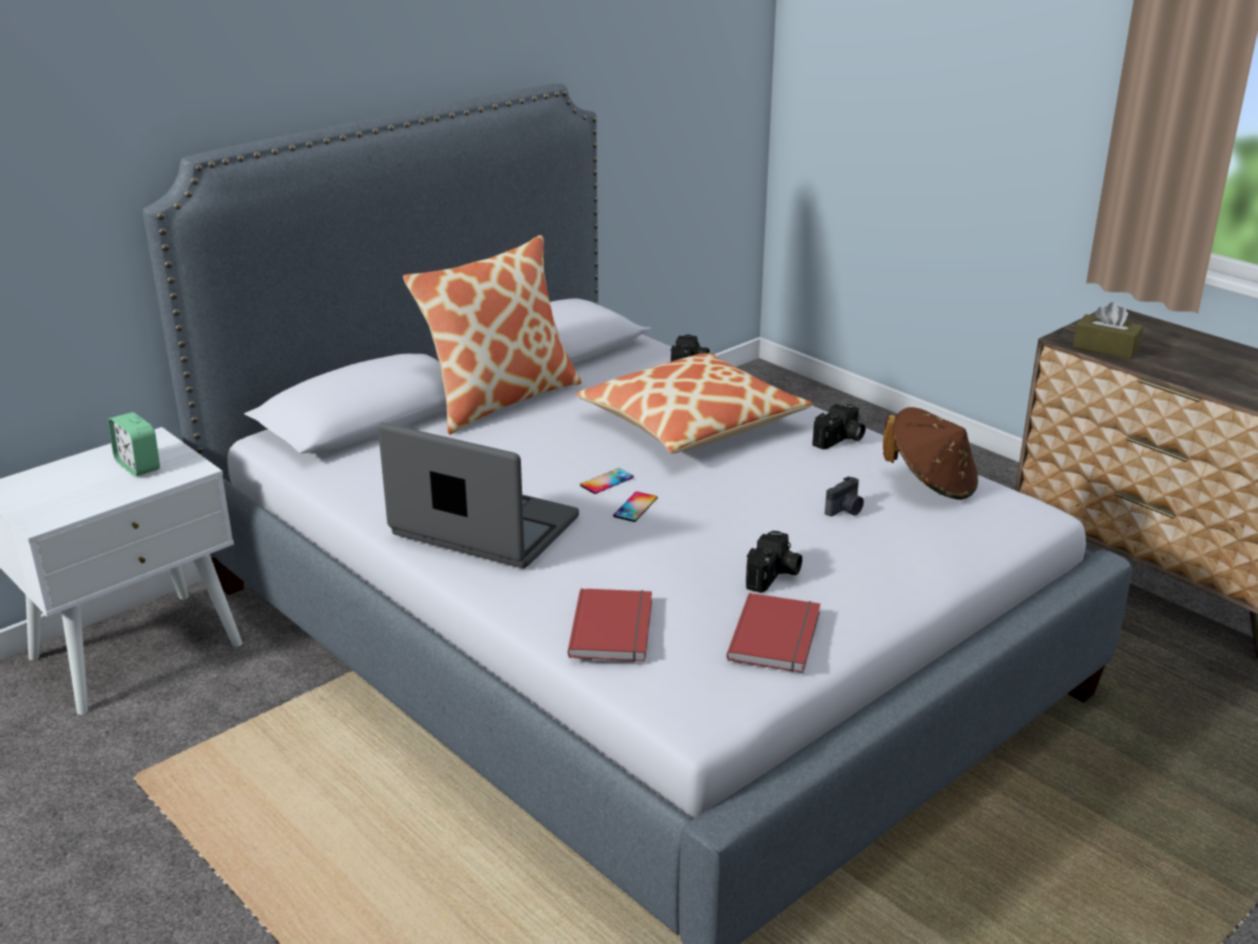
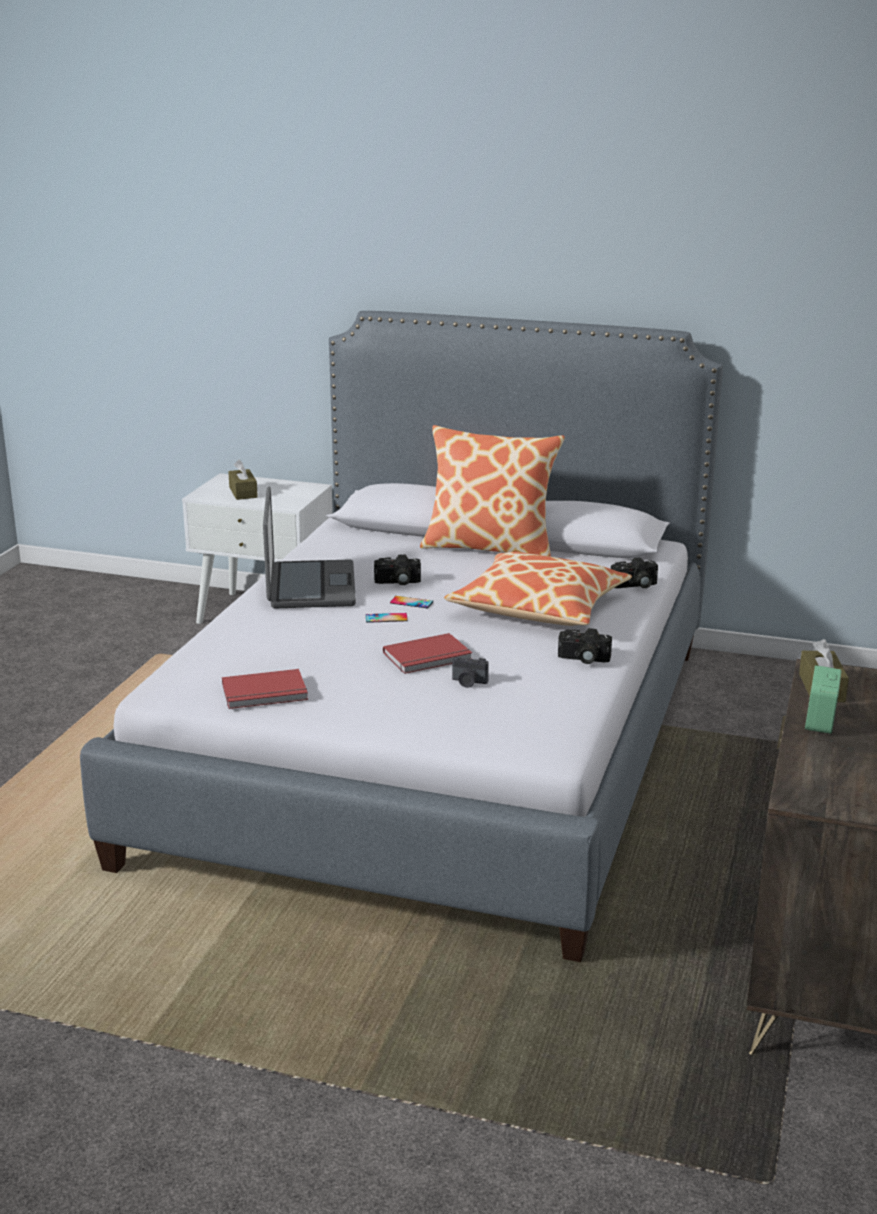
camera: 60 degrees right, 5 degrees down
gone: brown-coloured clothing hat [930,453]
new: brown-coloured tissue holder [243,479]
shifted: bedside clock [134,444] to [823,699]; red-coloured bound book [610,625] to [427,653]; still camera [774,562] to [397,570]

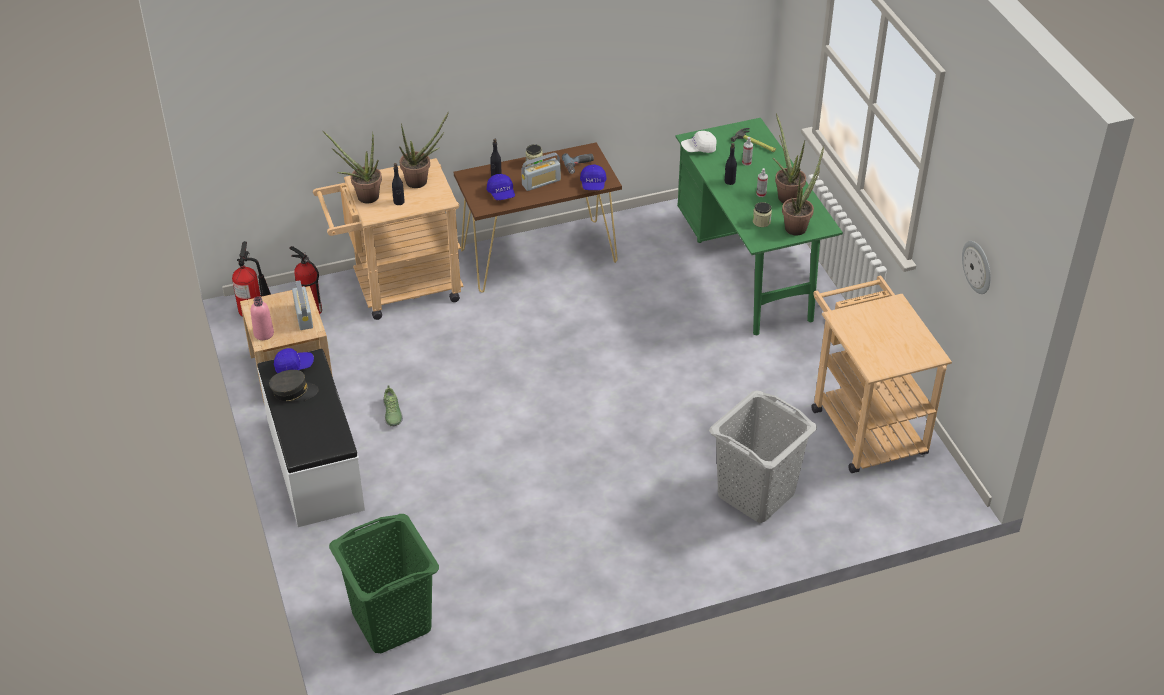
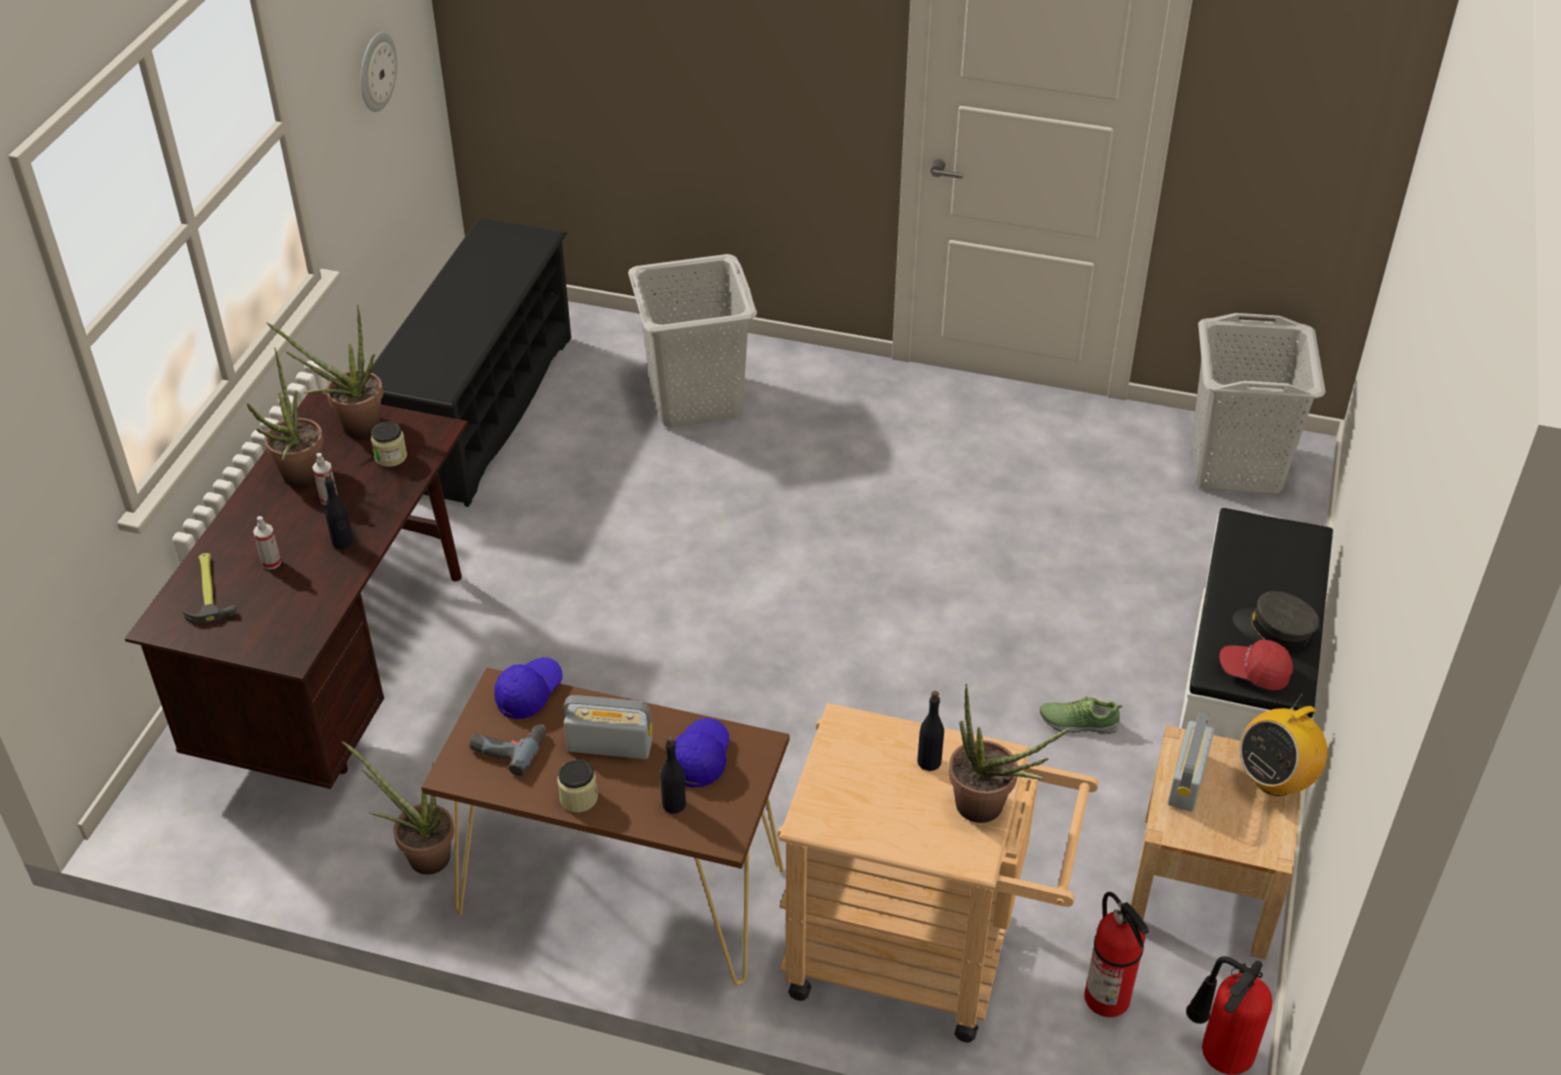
camera: 145 degrees left, 0 degrees up
gone: whitish baseball cap [698,142]
shifted: houseplant [424,149] to [398,808]
swapped: pinkish drink bottle [262,318] to radio set [1284,745]; beige-coloured trolley [881,374] to black shoe shelf [471,362]
repainted: blue baseball cap [294,360] to red-coloured baseball cap [1256,665]; greenish hamper [384,583] to grey hamper [1259,403]; greenish desk table [759,226] to brown-coloured desk table [296,591]
rotated: shoe [393,405] = [1081,715] 105 degrees counterclockwise

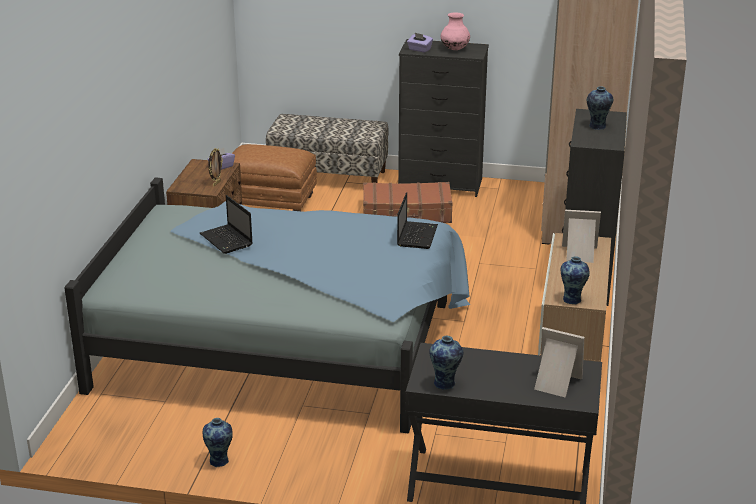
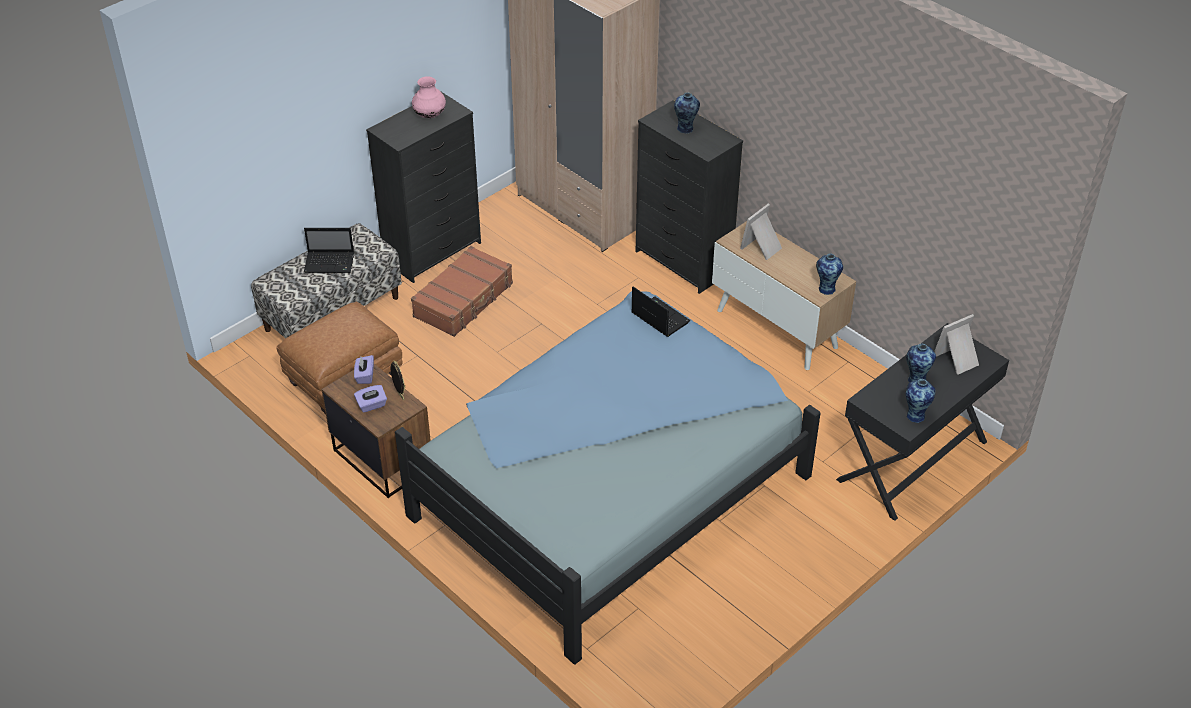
camera: 55 degrees left, 15 degrees up
shifted: portable computer [226,224] to [329,250]; decorative vase [218,442] to [921,363]; purple-coloured tissue holder [420,43] to [370,399]

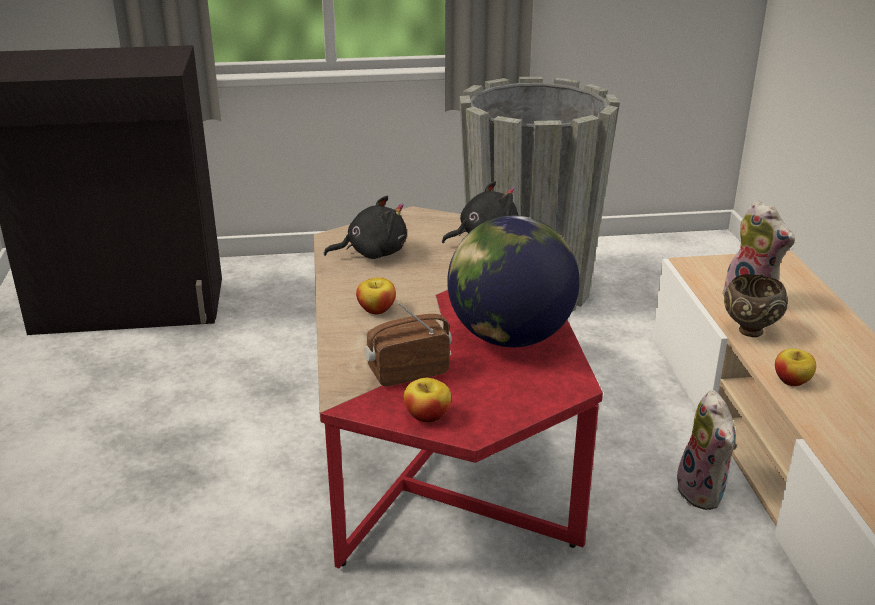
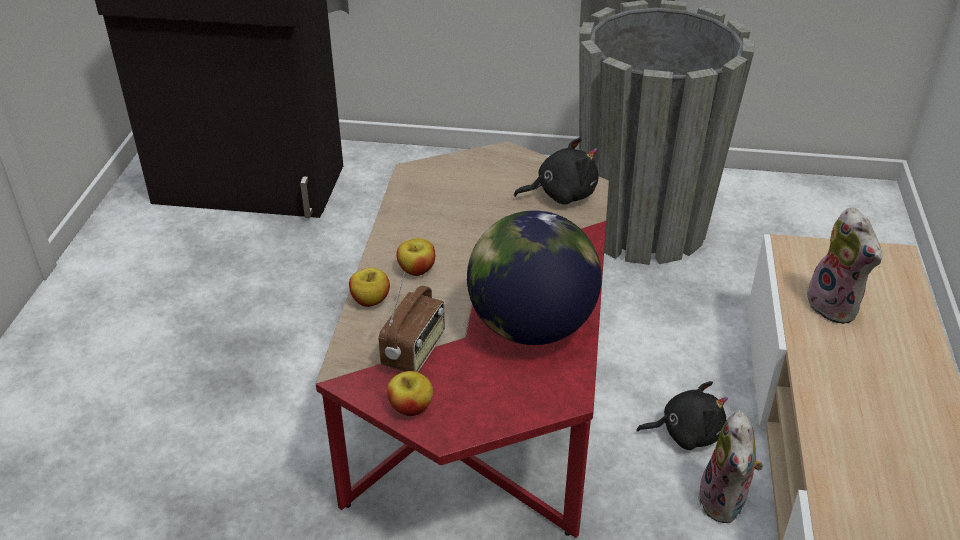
camera: 15 degrees right, 10 degrees up
gone: brown-coloured deep dish [756,305]
shifted: black soft toy [365,227] to [682,415]; apple [795,367] to [369,287]
rotated: radio set [408,344] = [412,322] 120 degrees clockwise

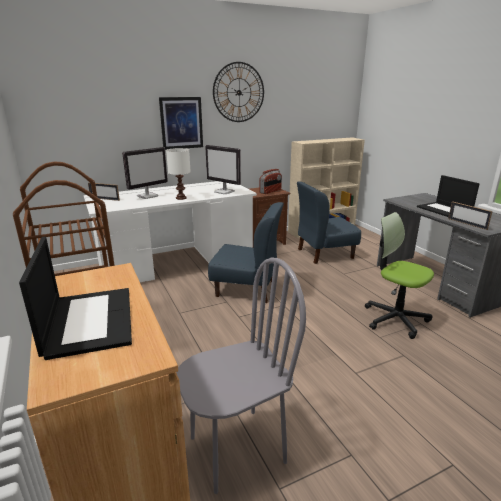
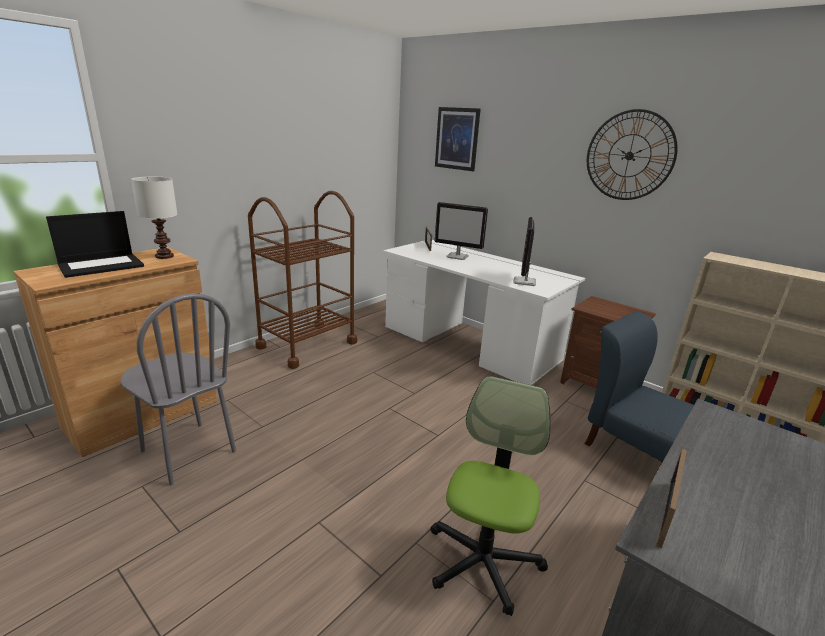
camera: 65 degrees right, 0 degrees up
gone: blue upright chair [246,252]; radio set [271,181]; portable computer [448,196]
shifted: wall art [181,123] to [458,139]; whitish lamp for a table [178,174] to [154,218]

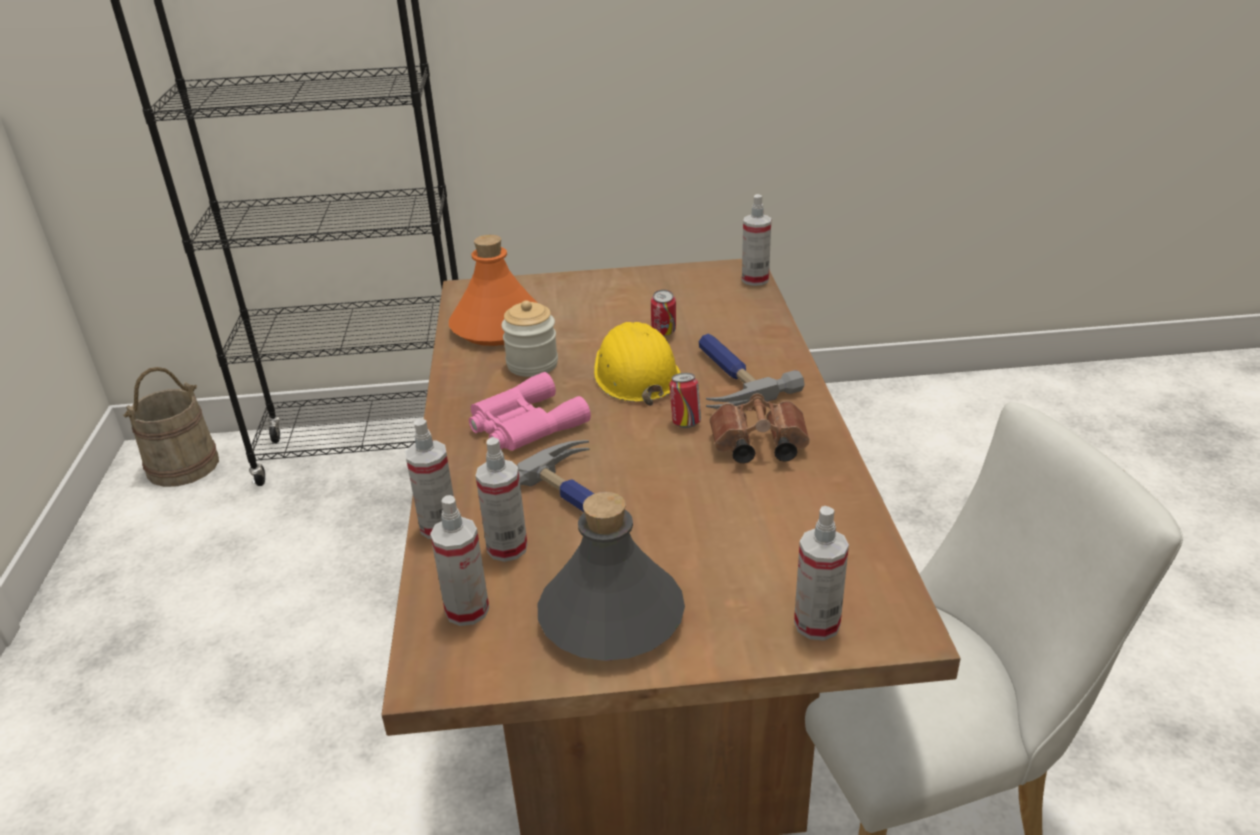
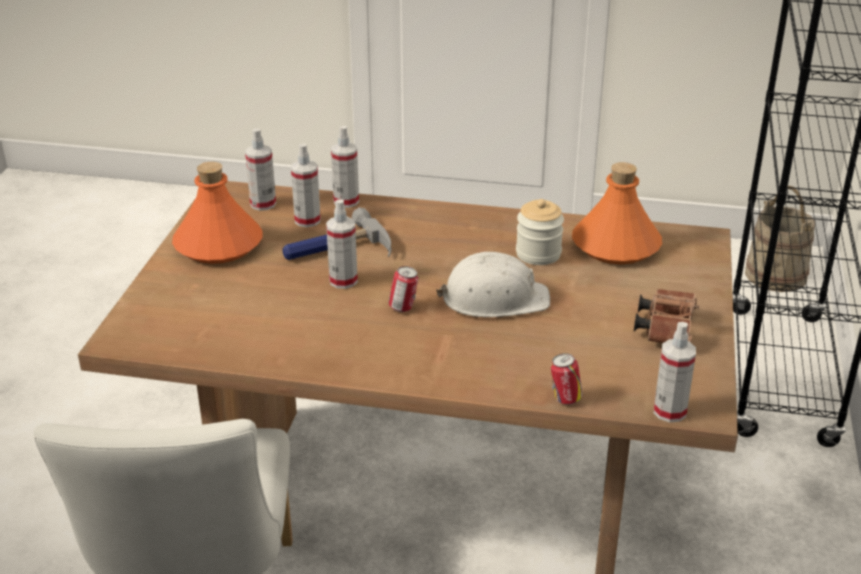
camera: 105 degrees right, 0 degrees up
gone: pinkish pair of binoculars [530,411]; hammer [752,371]
shifted: can [663,313] to [566,379]; brown-coloured pair of binoculars [759,428] to [666,316]; hand sprayer [821,573] to [342,244]
repainted: grey drink bottle [611,576] to orange-coloured drink bottle [217,213]; yellow safety helmet [637,364] to whitish safety helmet [493,284]

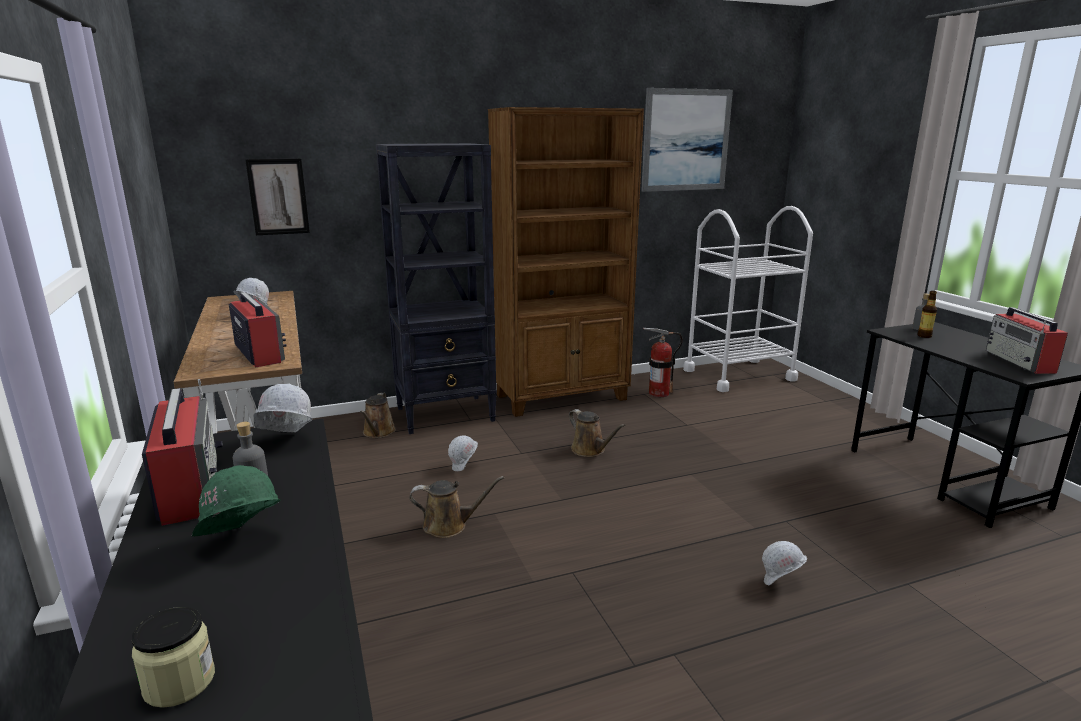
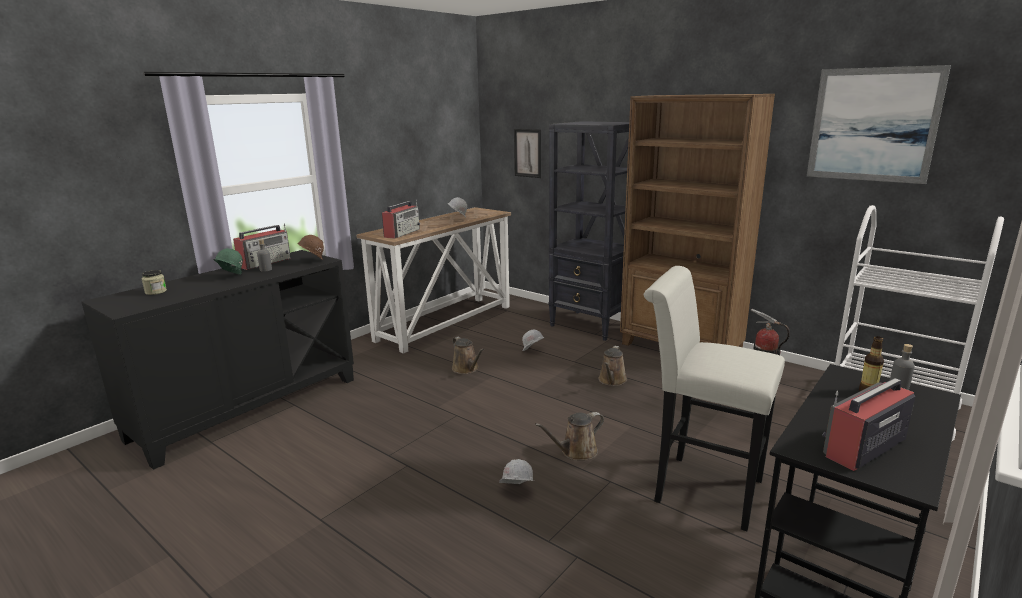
camera: 60 degrees right, 0 degrees up
new: whitish stool seat [714,398]
shifted: brown-coloured watering pot [378,415] to [569,436]
repainted: whitish safety helmet [282,407] to brown-coloured safety helmet [310,247]

